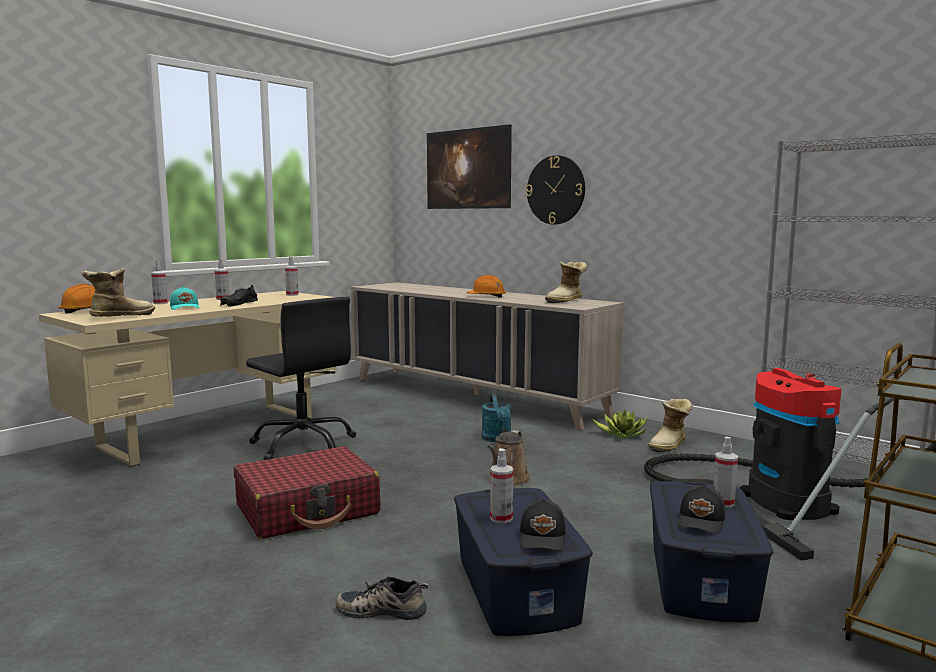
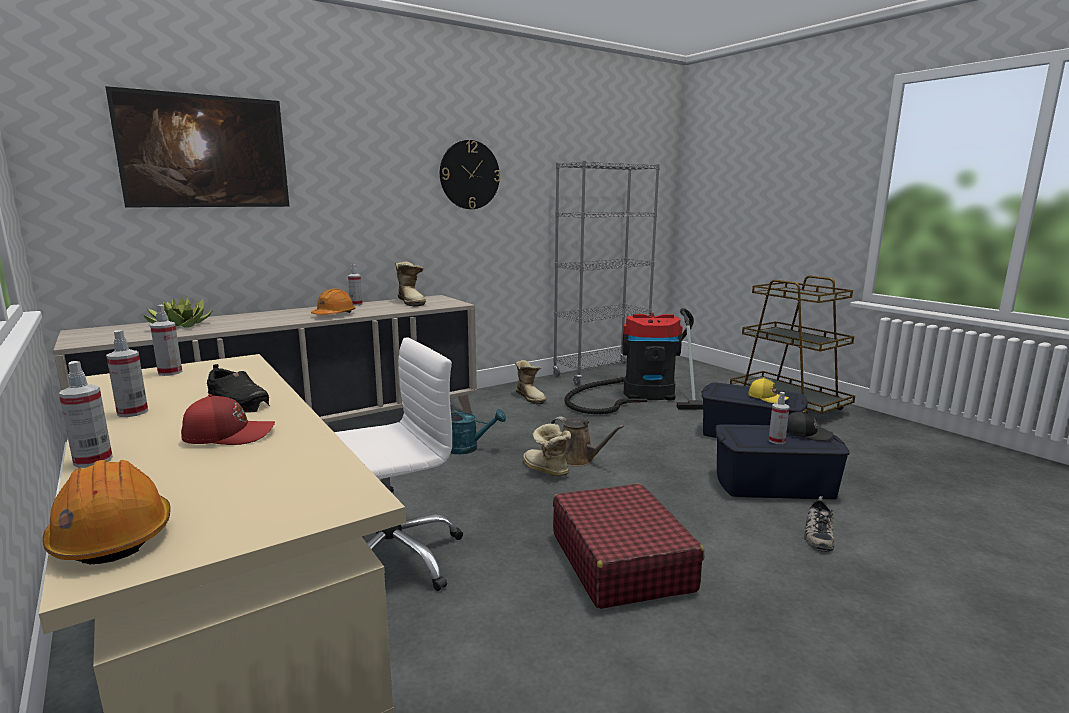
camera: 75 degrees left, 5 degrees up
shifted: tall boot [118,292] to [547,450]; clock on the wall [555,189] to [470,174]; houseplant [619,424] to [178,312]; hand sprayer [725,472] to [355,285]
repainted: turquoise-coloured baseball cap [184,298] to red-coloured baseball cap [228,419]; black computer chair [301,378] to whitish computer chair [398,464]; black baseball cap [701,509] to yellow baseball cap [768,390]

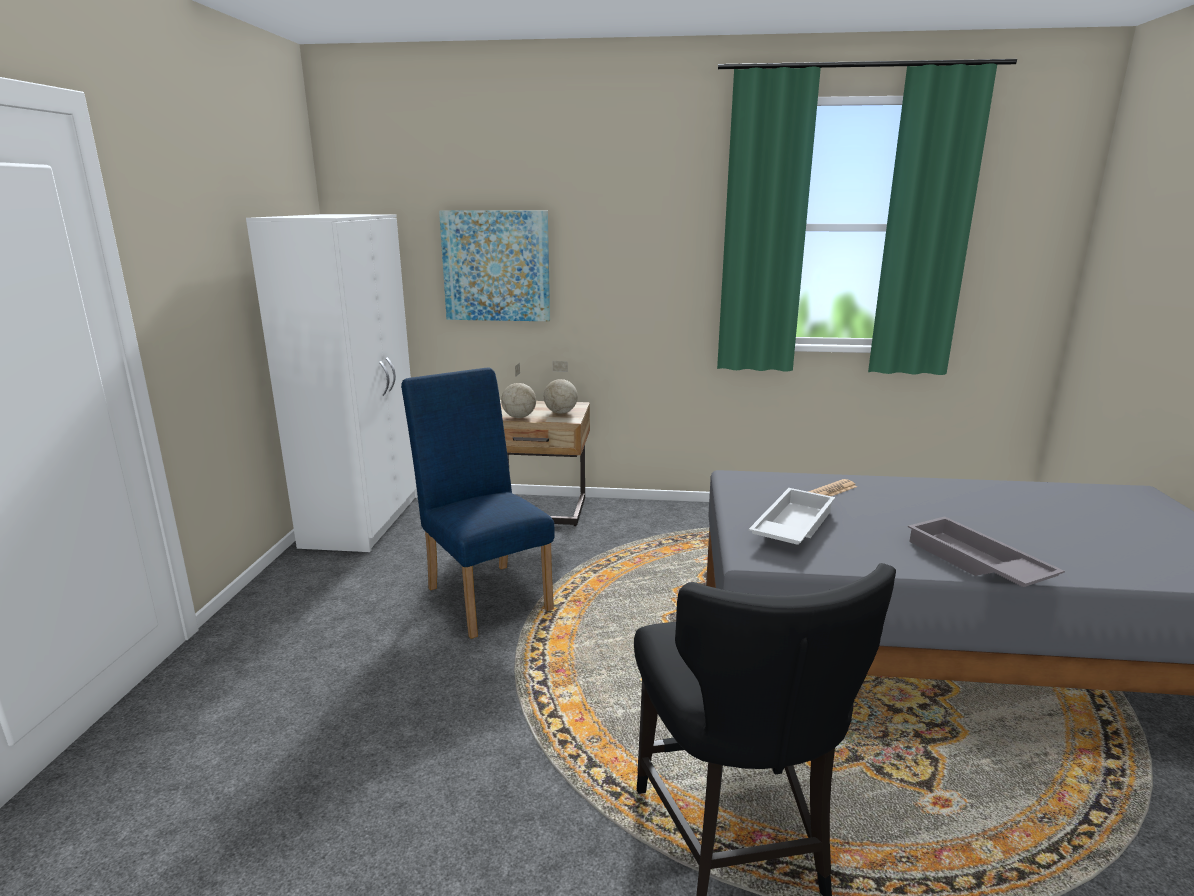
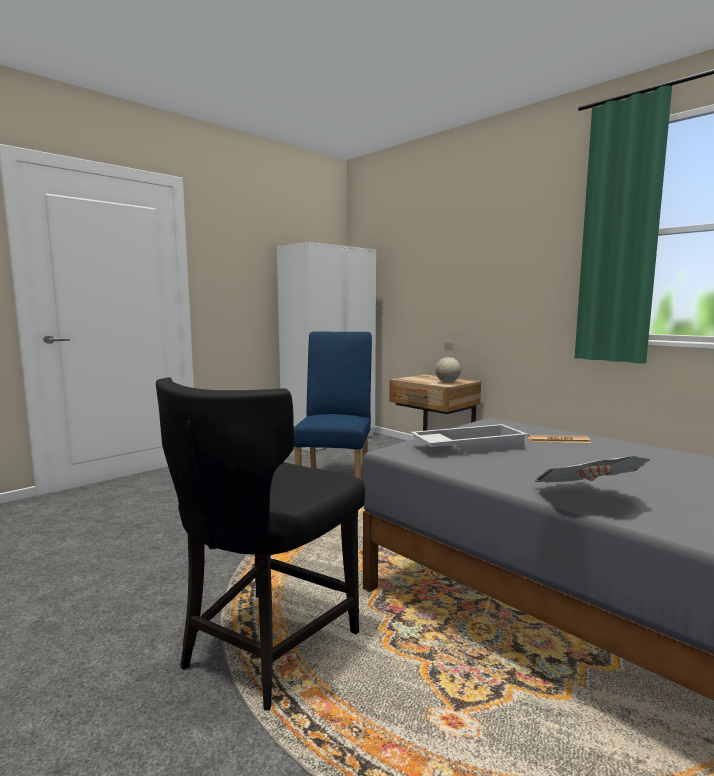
camera: 40 degrees right, 10 degrees down
gone: wall art [494,265]; world globe [518,390]
swapped: grey carrying tray [986,552] to printed paper [592,469]

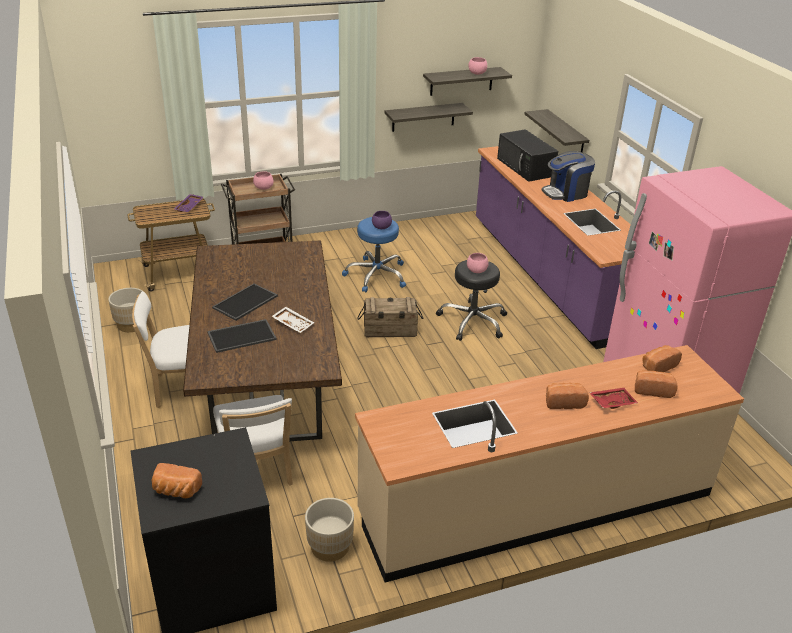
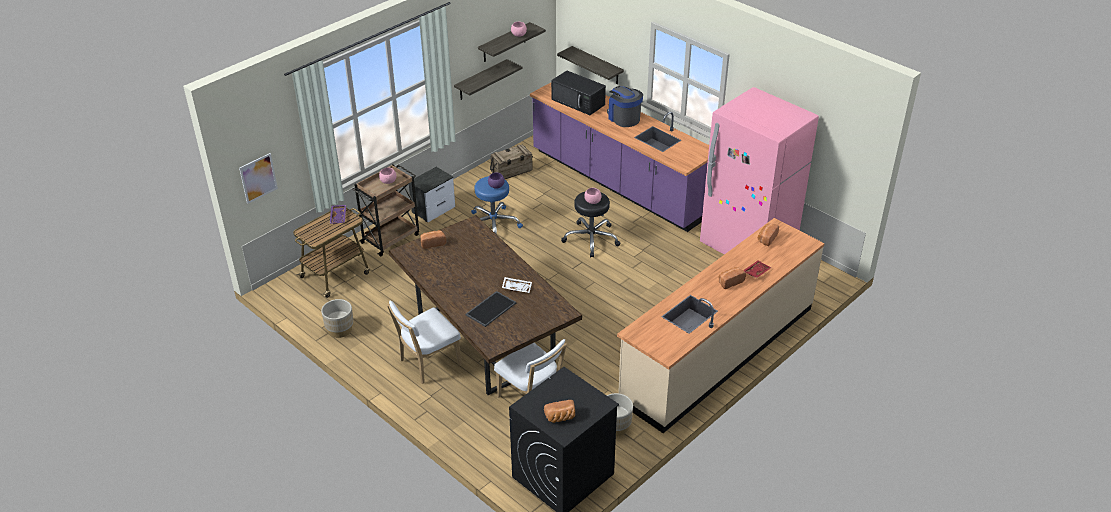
camera: 25 degrees left, 5 degrees up
gone: carrying tray [245,302]
new: wall art [258,178]; bedside table [432,194]
shifted: crate [390,317] to [511,162]; bakery bread [656,384] to [433,239]
rotated: coffee machine [568,176] = [625,106] 105 degrees clockwise

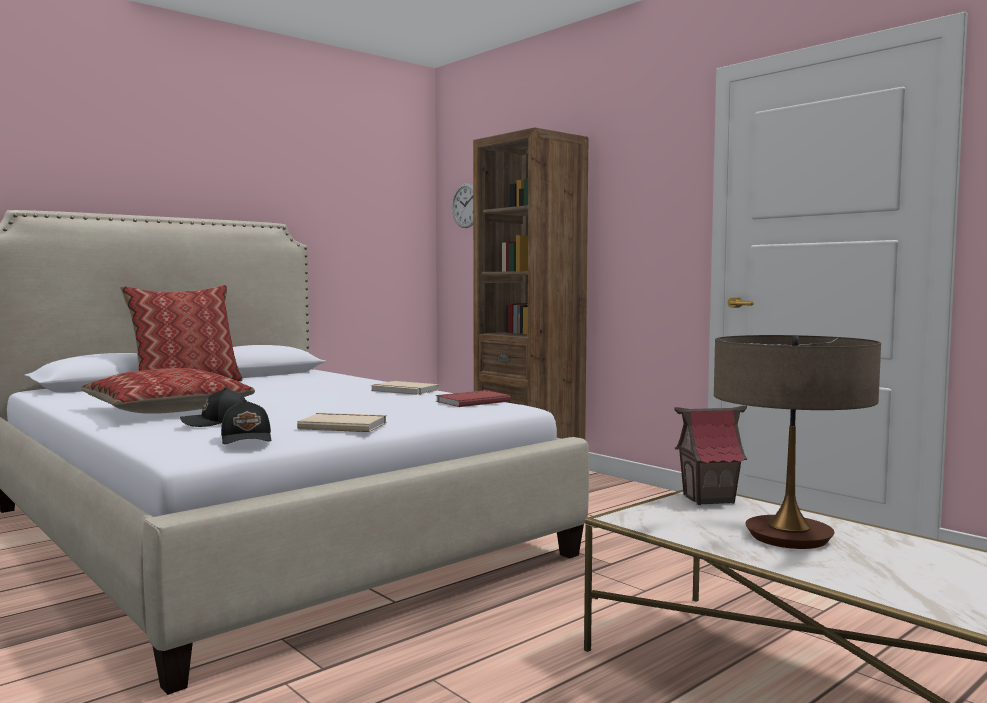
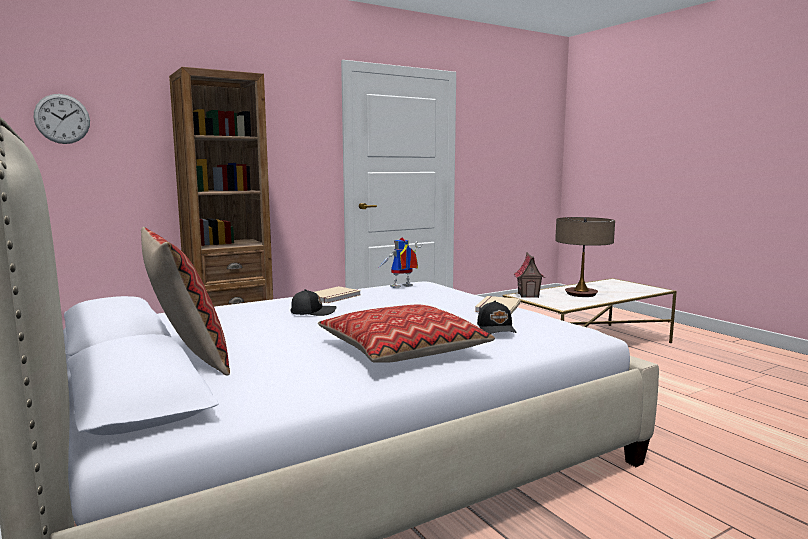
camera: 80 degrees left, 5 degrees up
shifted: black baseball cap [246,422] to [313,302]
swapped: red-coloured bound book [473,398] to model robot [400,262]

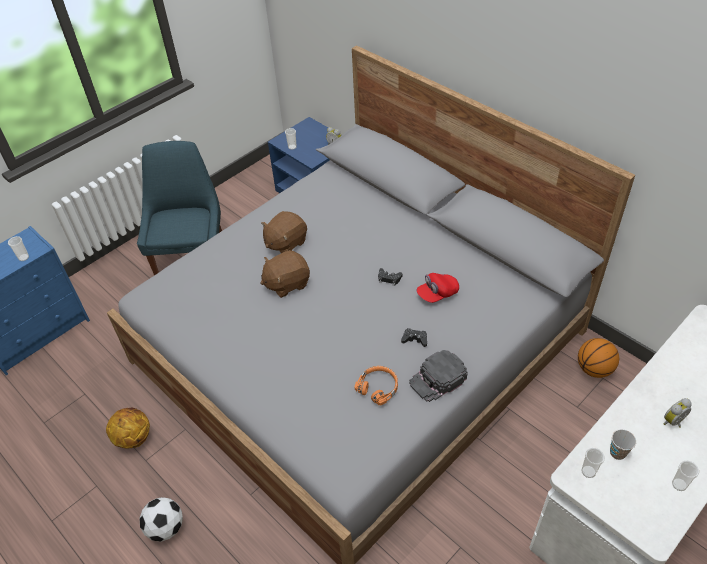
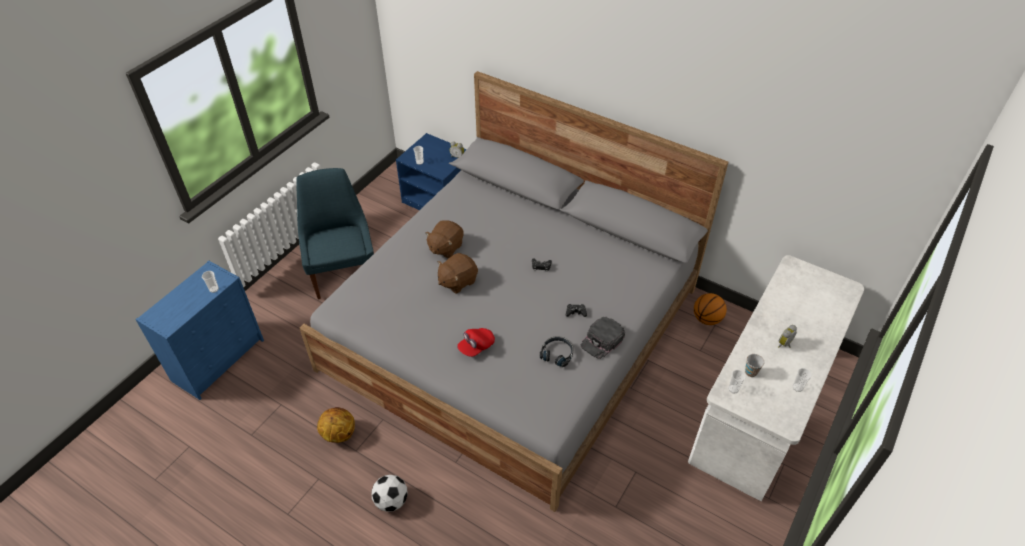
camera: 15 degrees left, 0 degrees up
shifted: red-coloured baseball cap [437,288] to [476,342]
repainted: orange-coloured pair of headphones [376,385] to black pair of headphones [557,351]

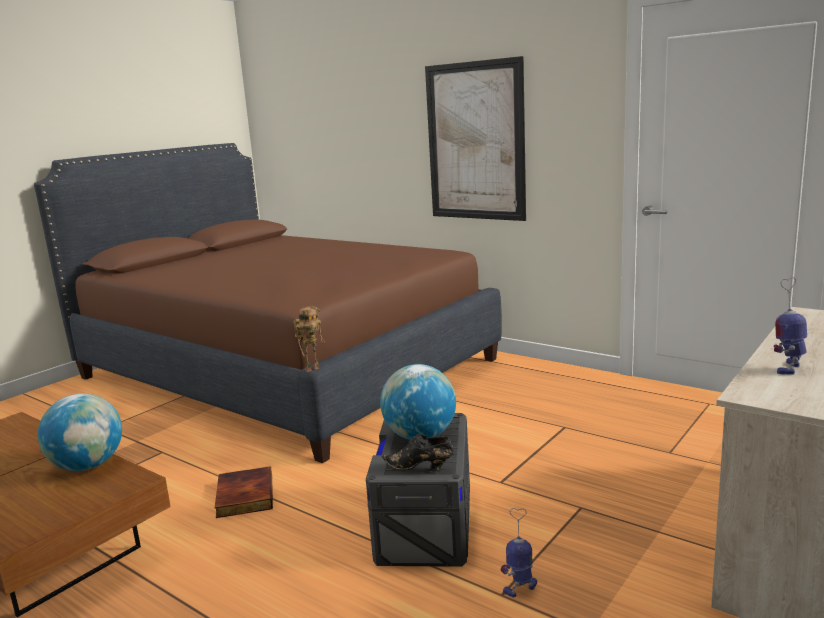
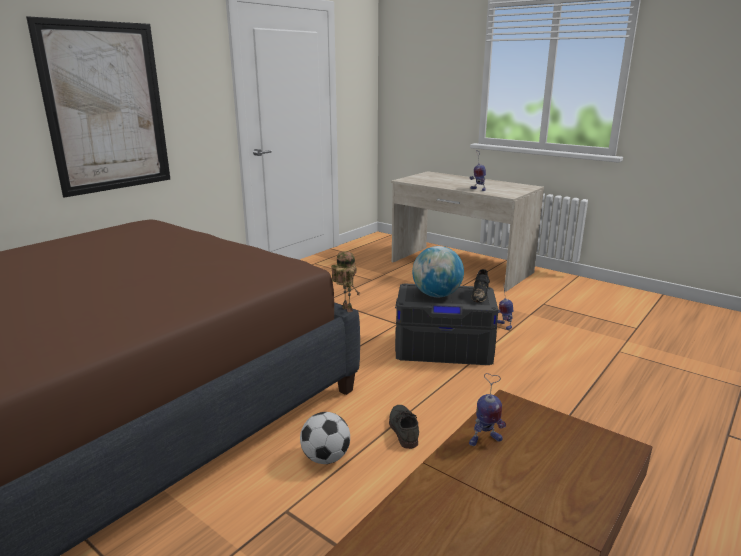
camera: 90 degrees left, 5 degrees up
new: football [325,438]
swapped: world globe [80,432] to model robot [487,409]; bound book [244,492] to grey shoe [404,427]

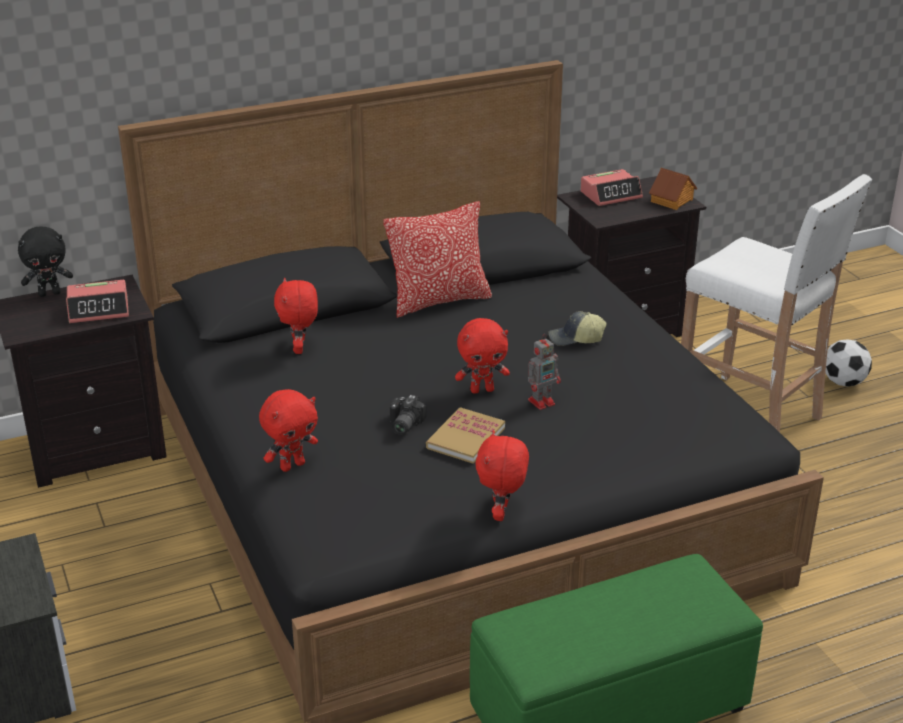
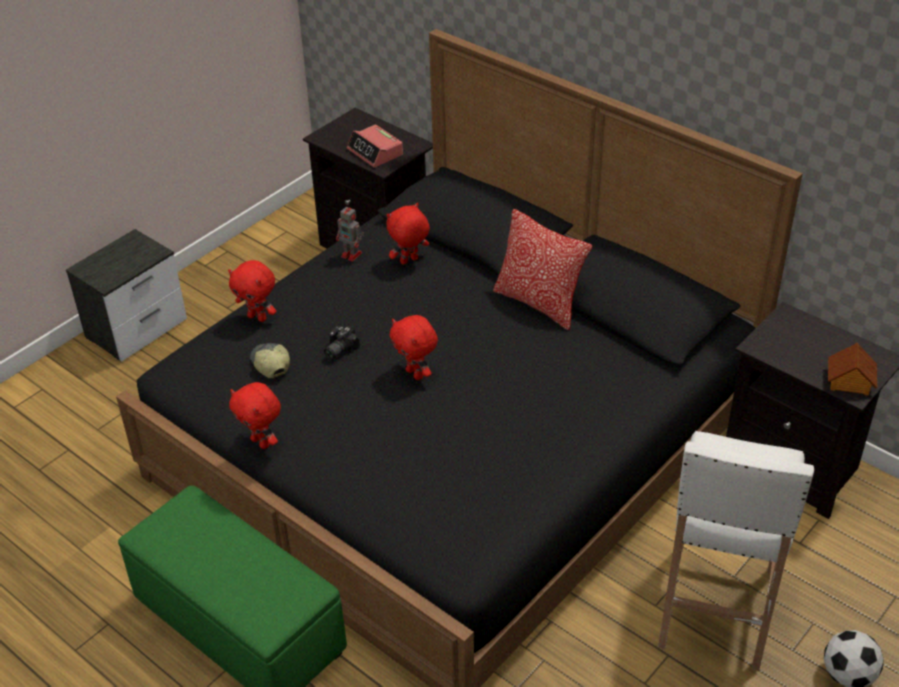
camera: 65 degrees right, 10 degrees up
gone: black soft toy [45,262]; bound book [465,435]; bedside clock [611,187]
shifted: model robot [544,372] to [350,233]; baseball cap [577,328] to [270,360]
rotated: still camera [408,415] = [342,343] 45 degrees counterclockwise; red-coloured soft toy [502,475] = [255,415] 120 degrees counterclockwise

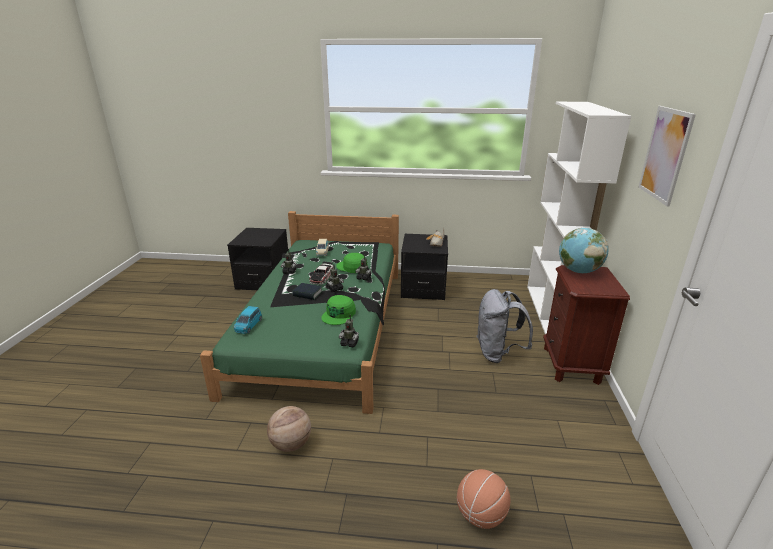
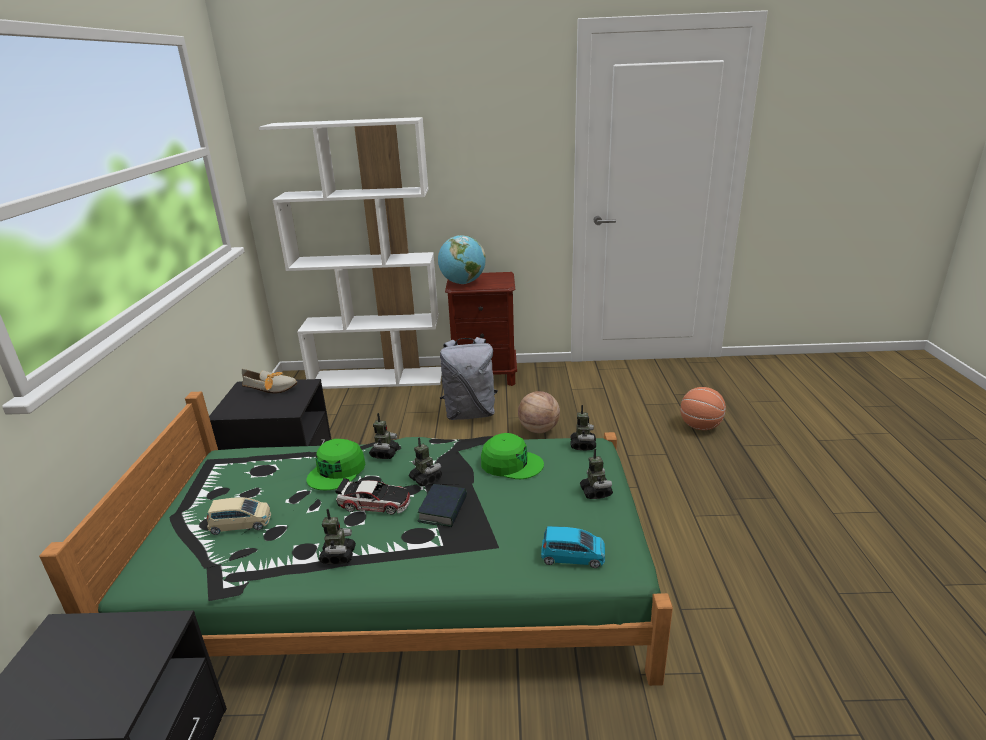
camera: 95 degrees left, 0 degrees up
gone: wall art [667,156]
new: model robot [596,474]
shifted: ball for basketball [289,429] to [539,412]

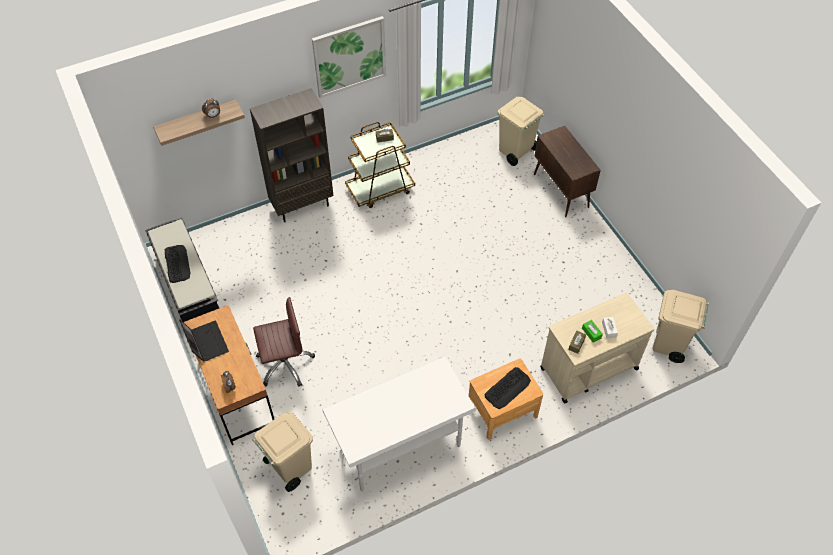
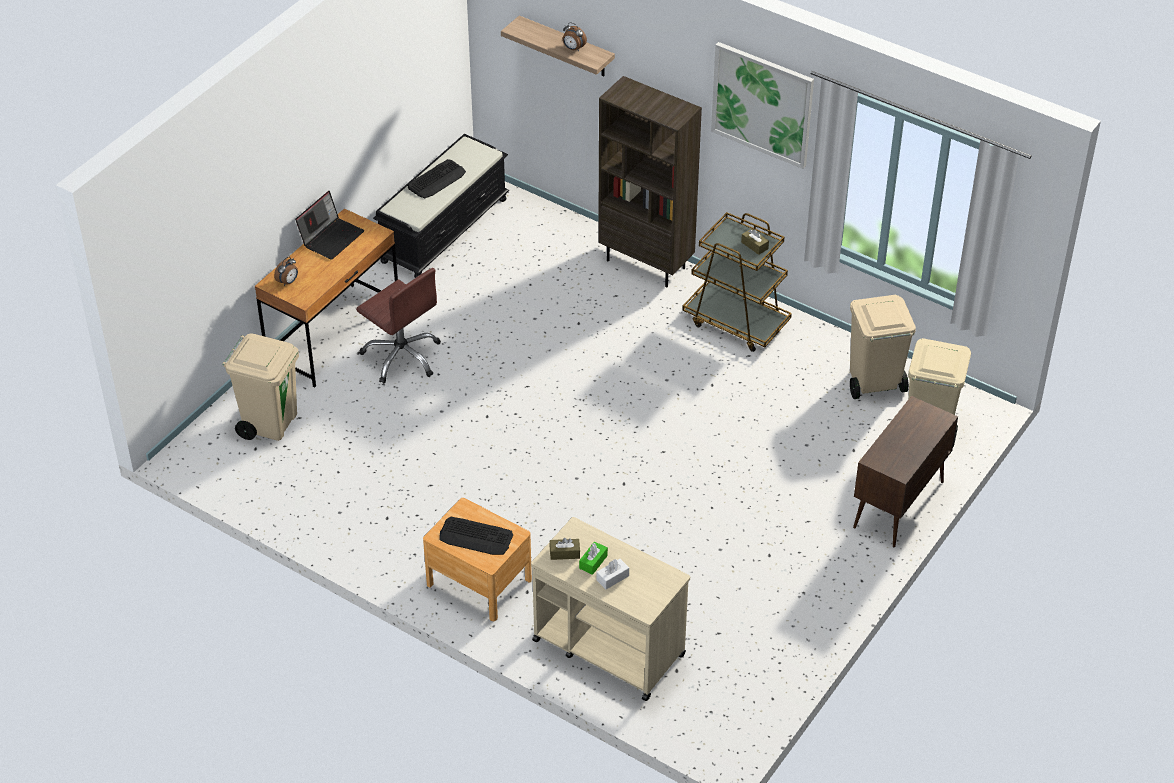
camera: 60 degrees right, 10 degrees down
gone: whitish desk table [399,423]
shifted: beige-coloured waste bin [681,326] to [883,347]

